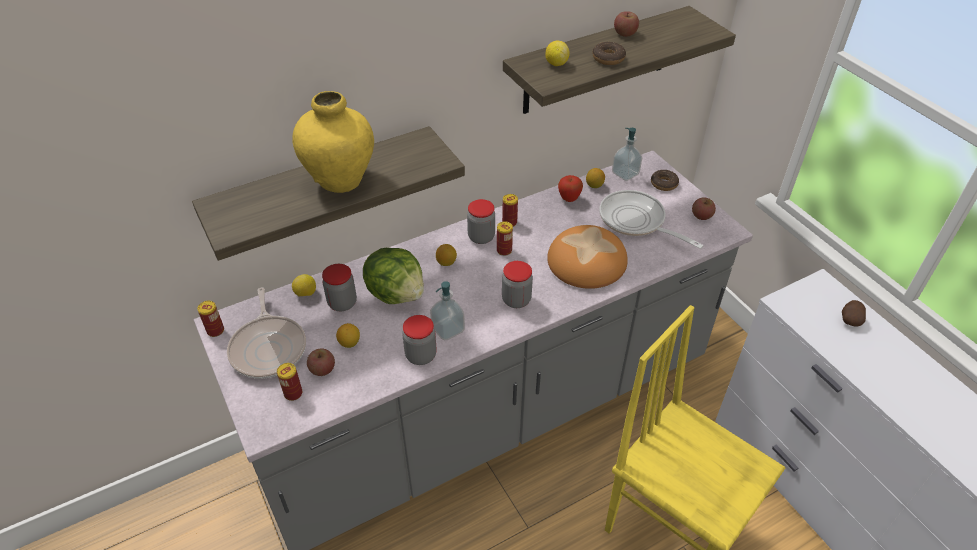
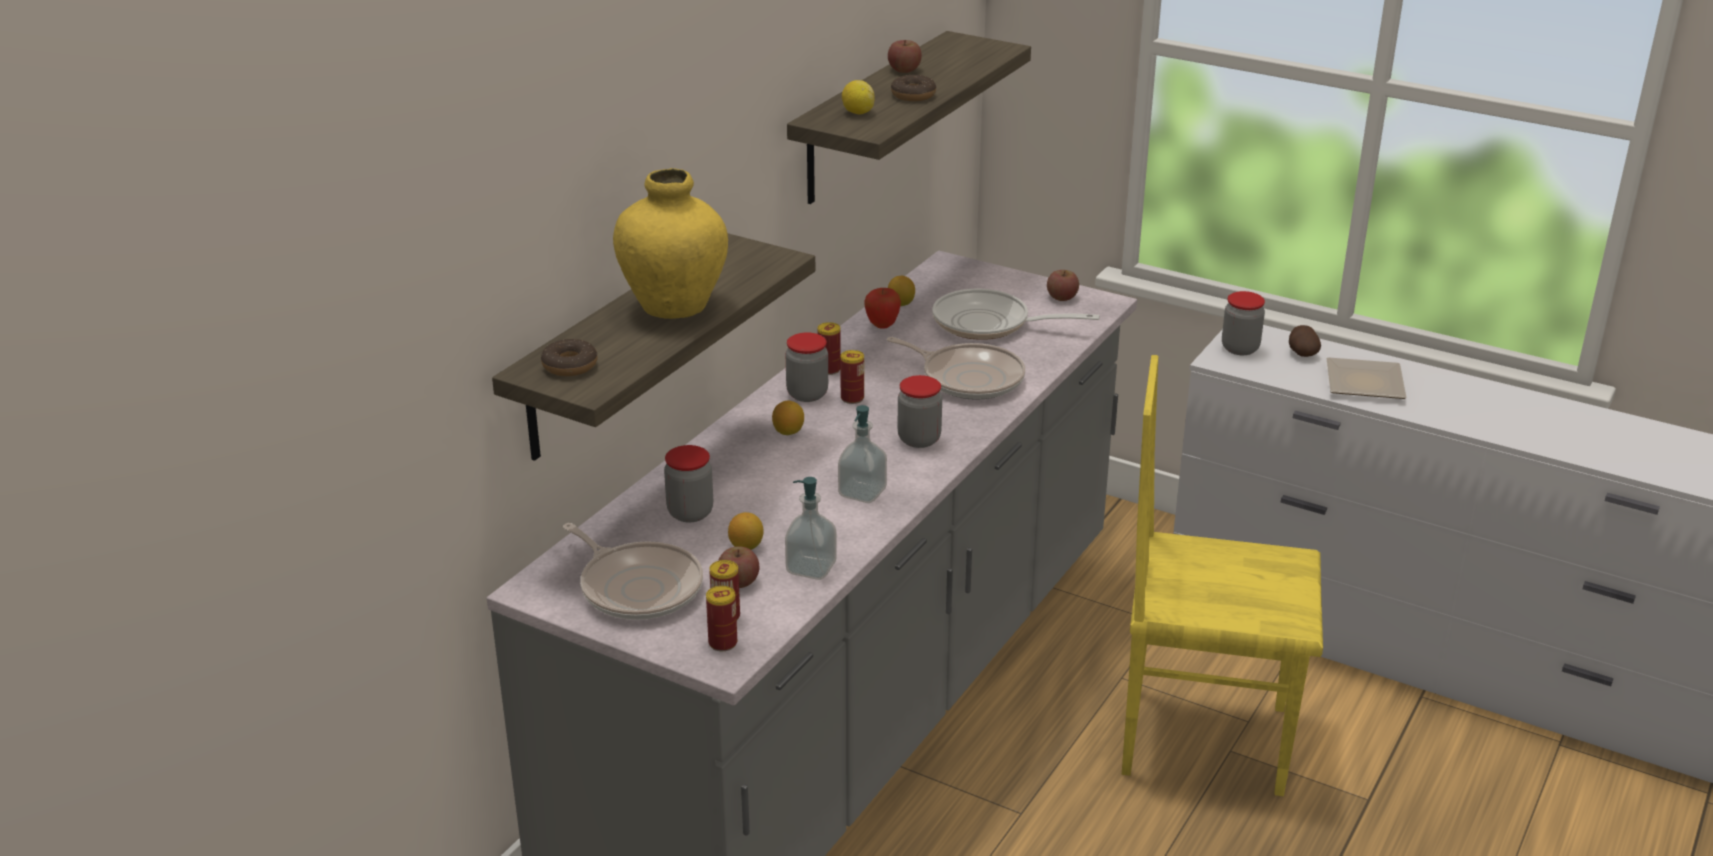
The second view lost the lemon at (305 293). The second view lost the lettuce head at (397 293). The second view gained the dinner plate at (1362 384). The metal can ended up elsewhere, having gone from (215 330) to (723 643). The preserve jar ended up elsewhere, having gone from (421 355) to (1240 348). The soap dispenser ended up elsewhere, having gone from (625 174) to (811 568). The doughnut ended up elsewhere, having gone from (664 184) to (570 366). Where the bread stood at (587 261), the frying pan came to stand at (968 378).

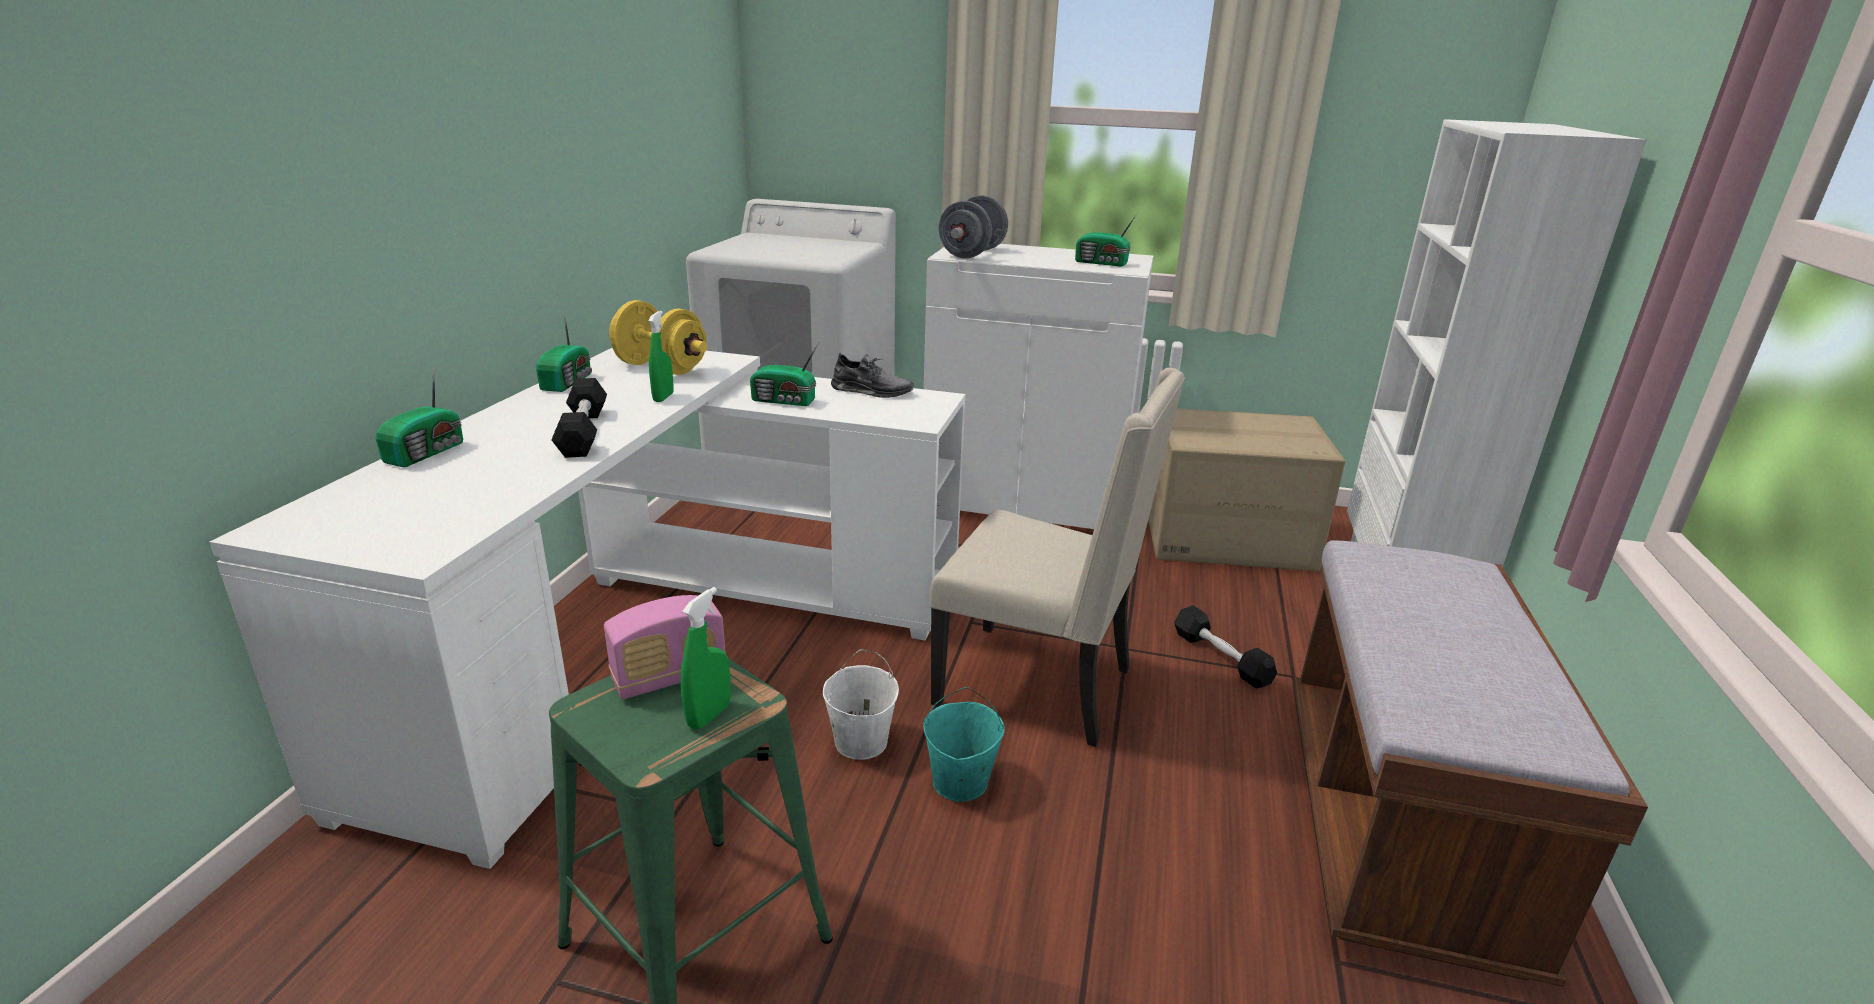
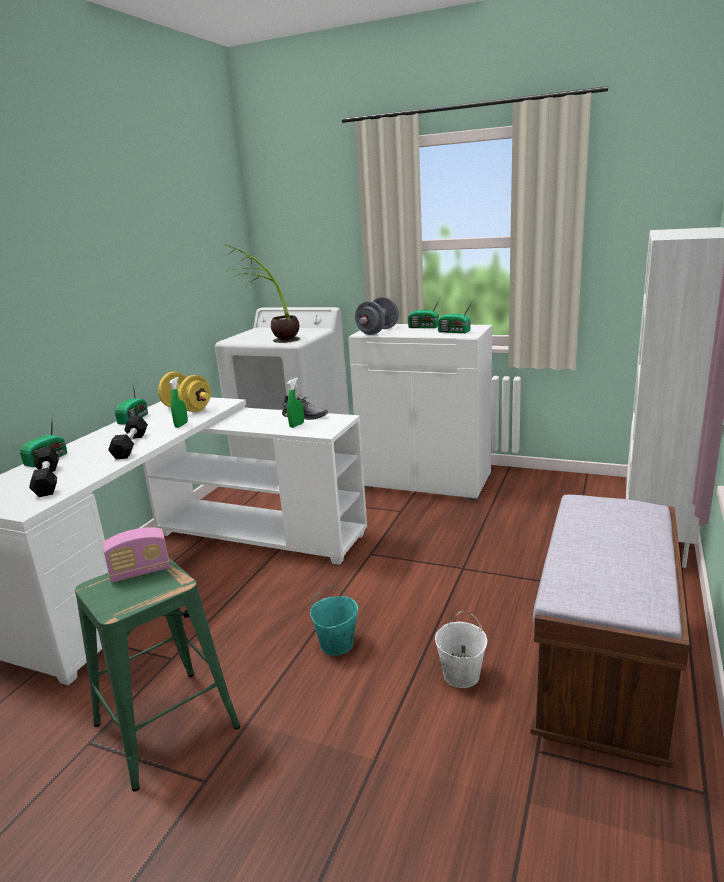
The second view lost the sand-coloured upright chair at (1039 686). The second view lost the carton at (1226 539). The second view gained the houseplant at (271 339). The green sprayer ended up elsewhere, having gone from (709 715) to (297 425). The radio ended up elsewhere, having gone from (785 401) to (424 327). The white-coloured bucket ended up elsewhere, having gone from (860 742) to (460 675). The blackish free weight ended up elsewhere, having gone from (1221 658) to (47 481).

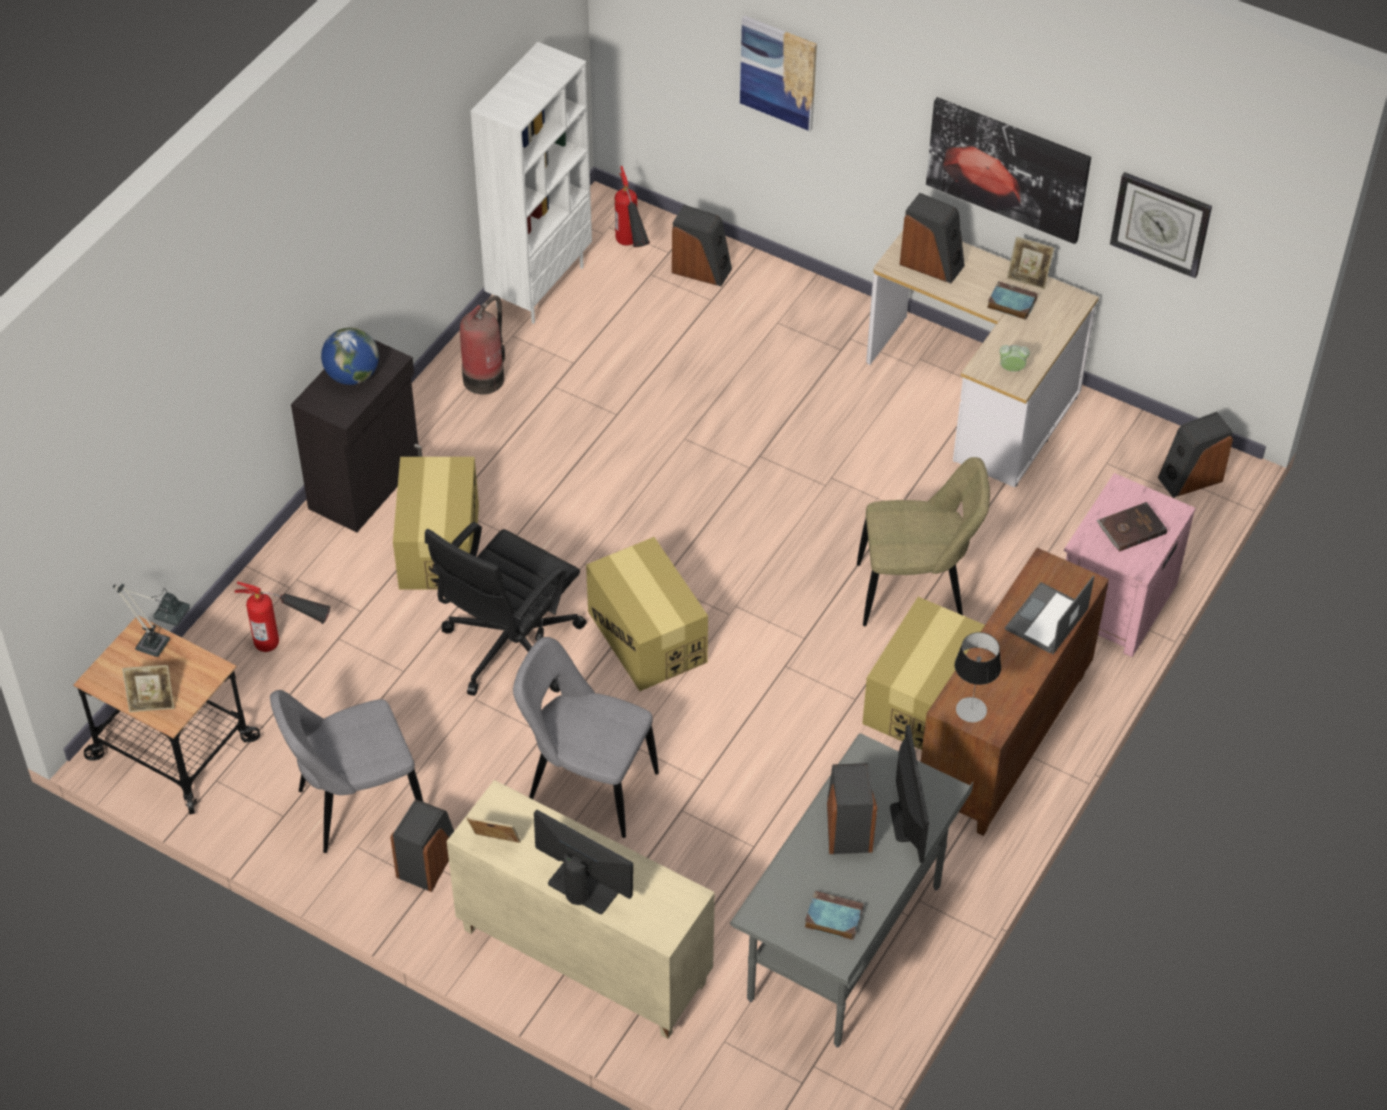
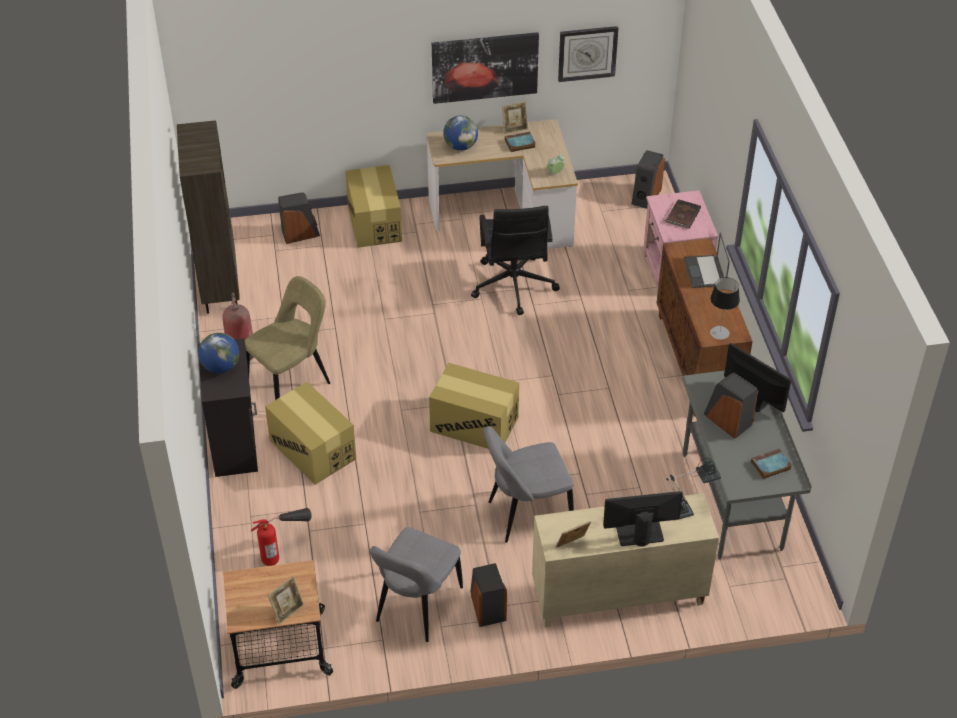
The second view lost the fire-fighting cylinder at (632 252). The second view lost the wall picture at (778 72). The tabletop lamp ended up elsewhere, having gone from (160 647) to (687 509). The blackish computer chair ended up elsewhere, having gone from (509 649) to (513 287). The sand-coloured upright chair ended up elsewhere, having gone from (916 594) to (292 383). The carton ended up elsewhere, having gone from (922 697) to (374 222). Where the audio speaker stood at (932 263), the globe came to stand at (460 146). What was the white-coloured bookcase at (539 285) turned into the brown-coloured bookcase at (219 289).

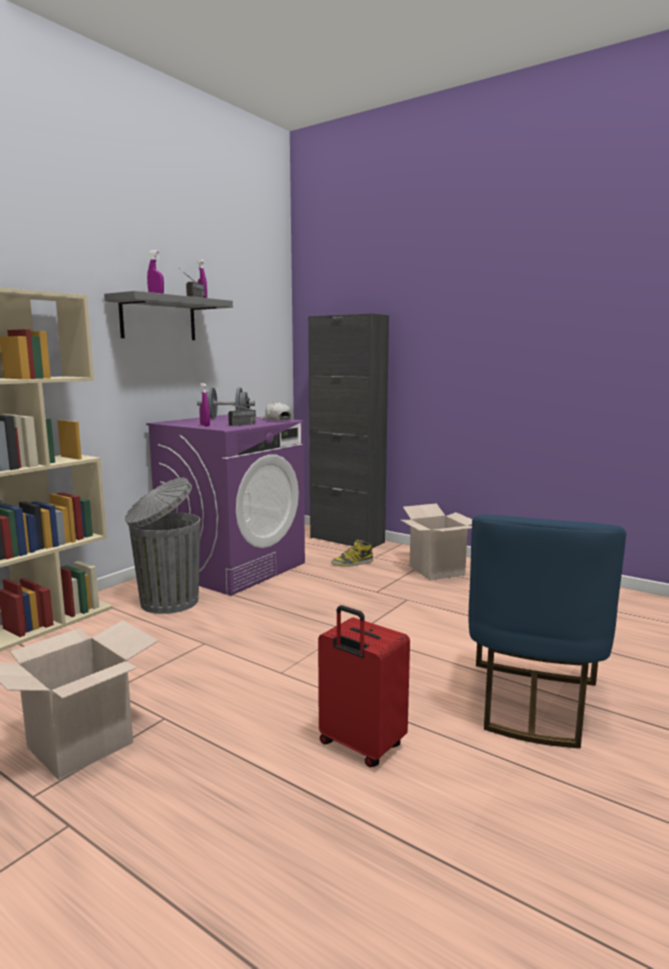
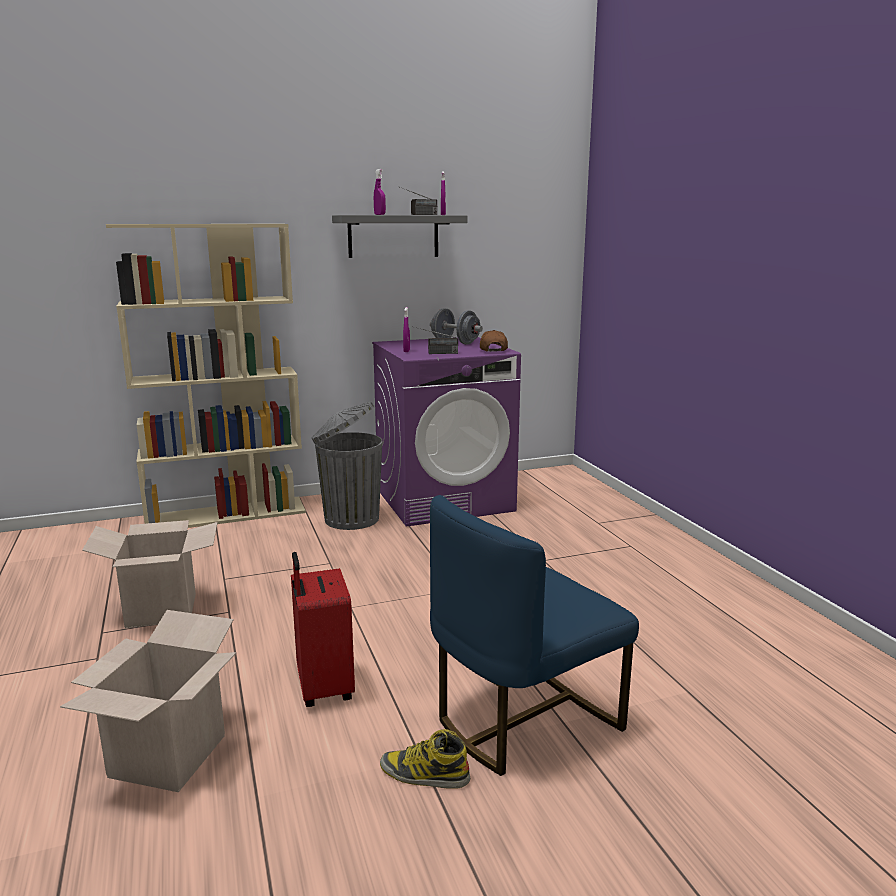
The second view lost the blackish cupboard at (347 540). The boot ended up elsewhere, having gone from (352 563) to (424 774). The carton ended up elsewhere, having gone from (436 570) to (167 756). What was the white-coloured peaked cap at (275 420) turned into the brown-coloured peaked cap at (493 350).

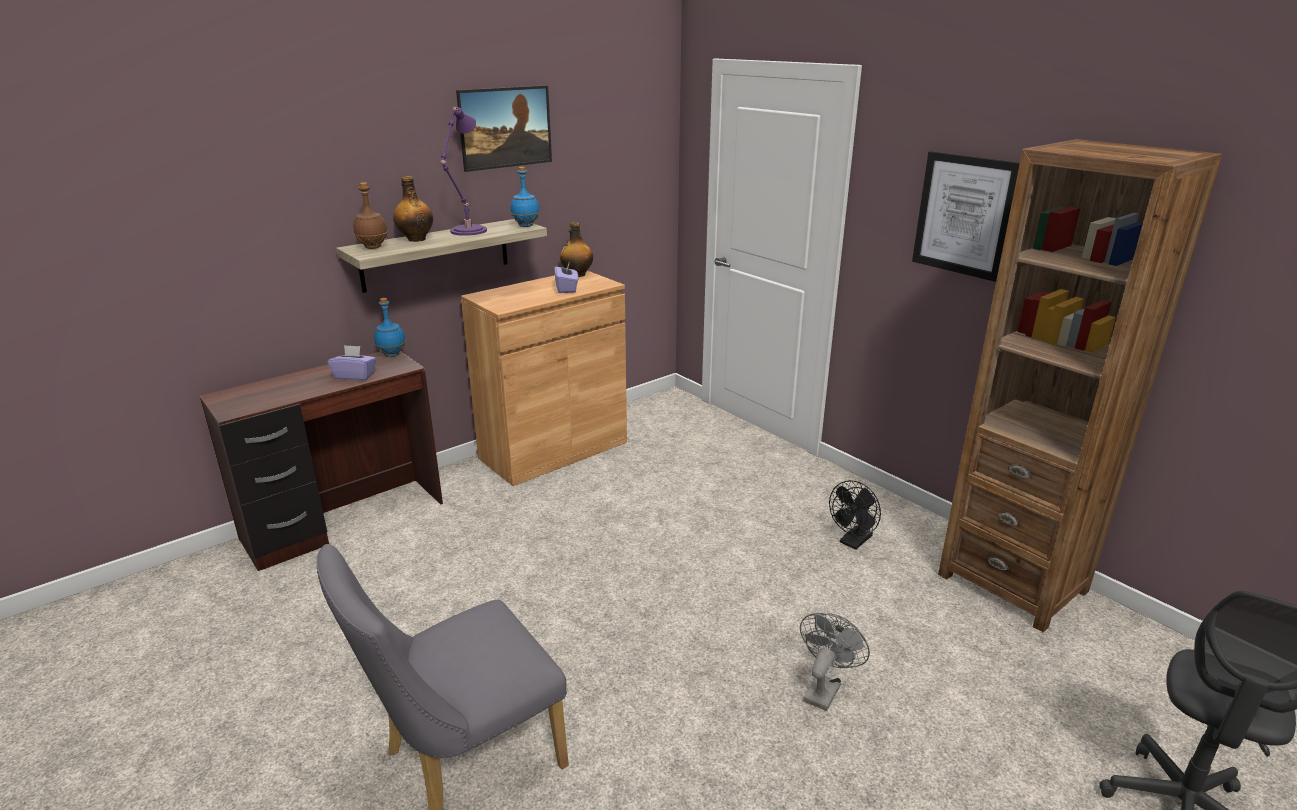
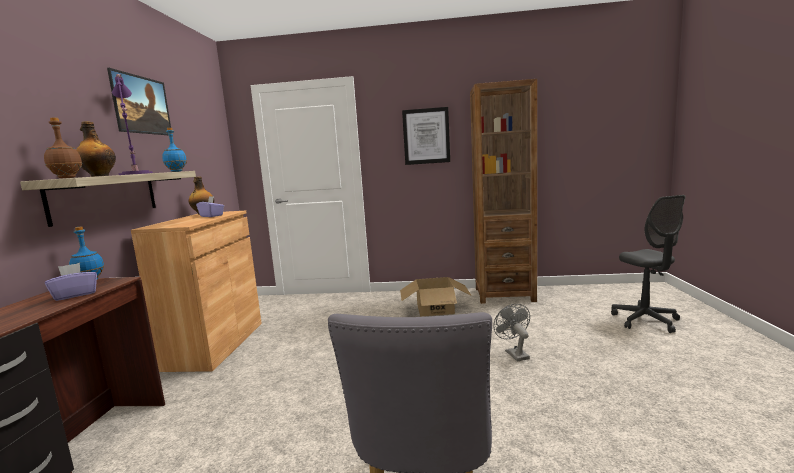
Where the blackish electric fan stood at (853 542), the carton came to stand at (435 308).

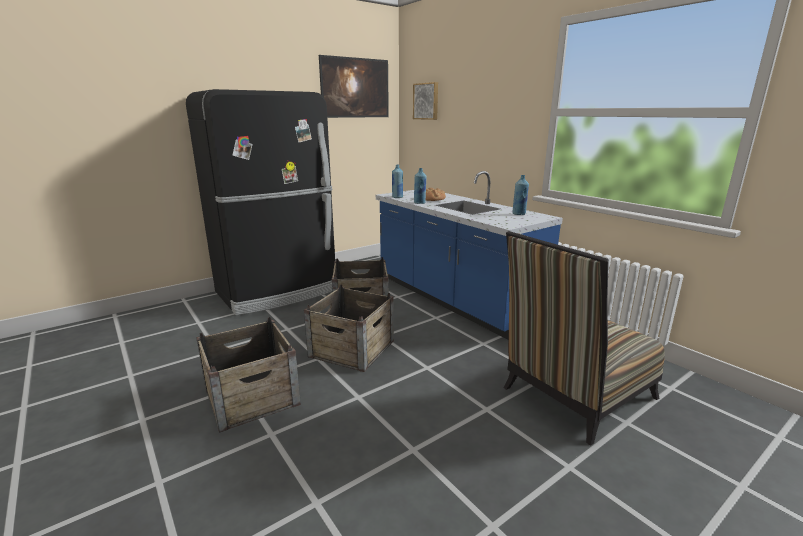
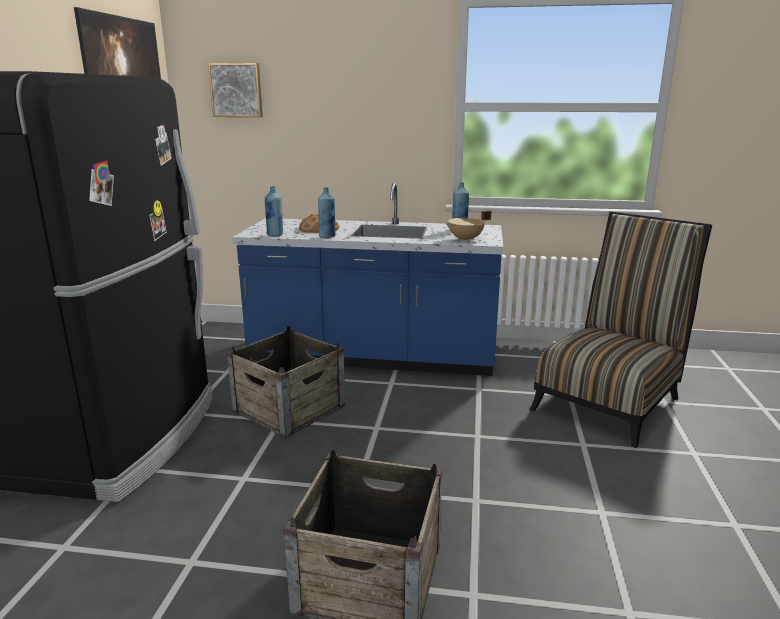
The second view lost the crate at (352 348). The second view gained the sand-coloured saucepot at (466 240). The upright chair at (573 396) ended up facing another way, 150 degrees counterclockwise from before.

